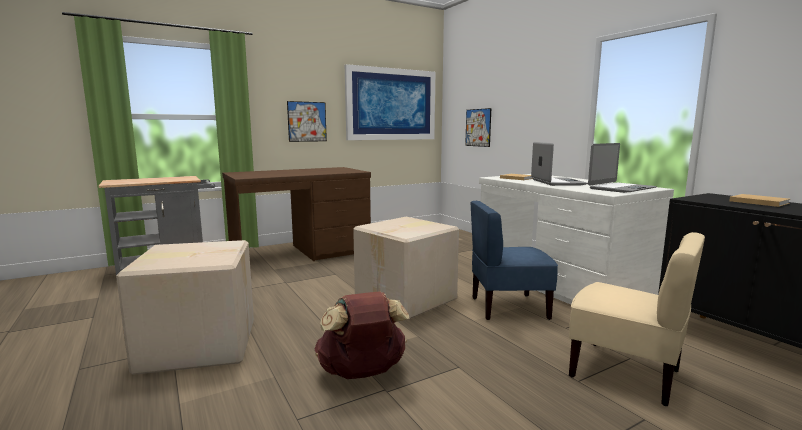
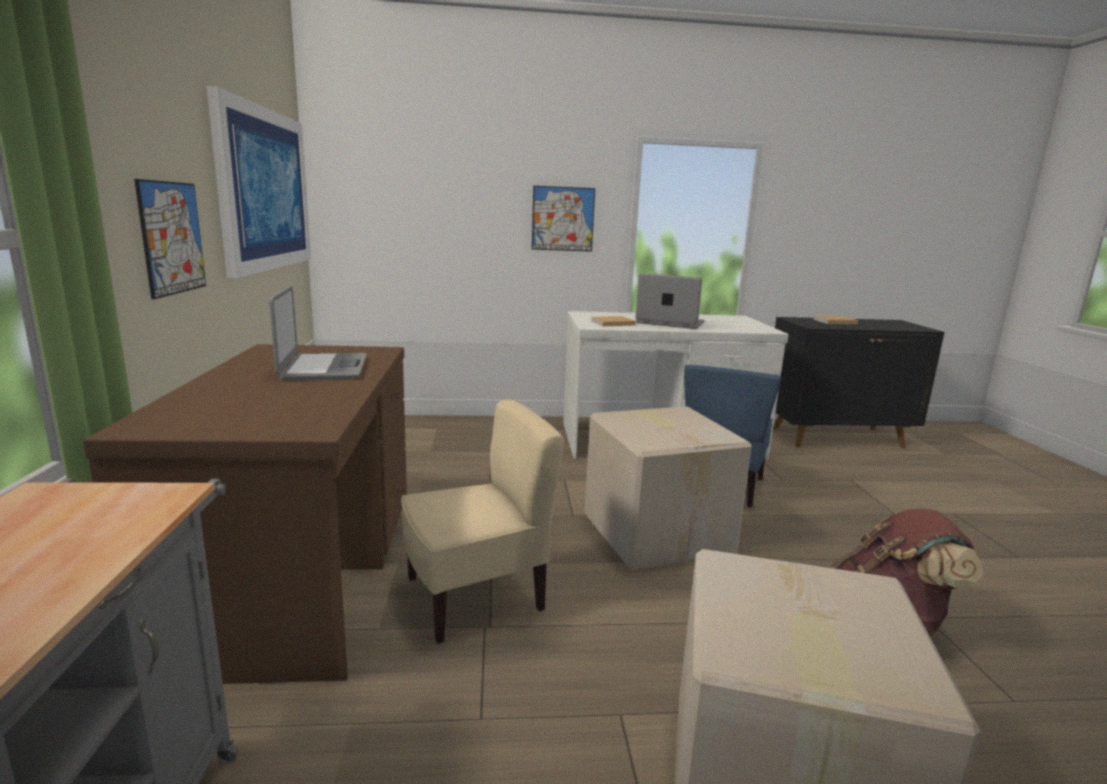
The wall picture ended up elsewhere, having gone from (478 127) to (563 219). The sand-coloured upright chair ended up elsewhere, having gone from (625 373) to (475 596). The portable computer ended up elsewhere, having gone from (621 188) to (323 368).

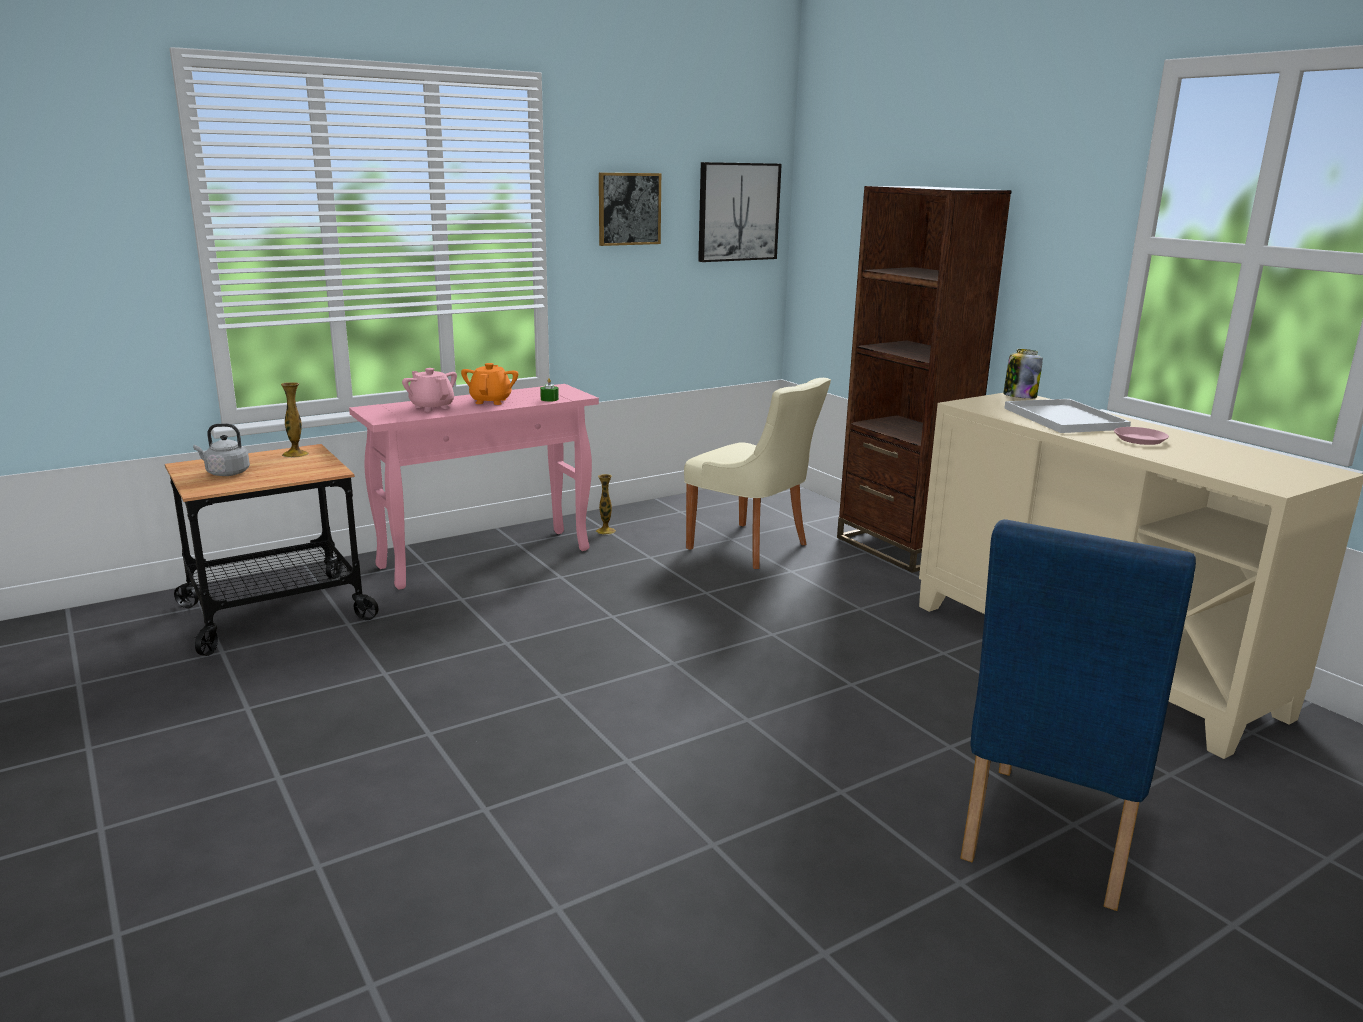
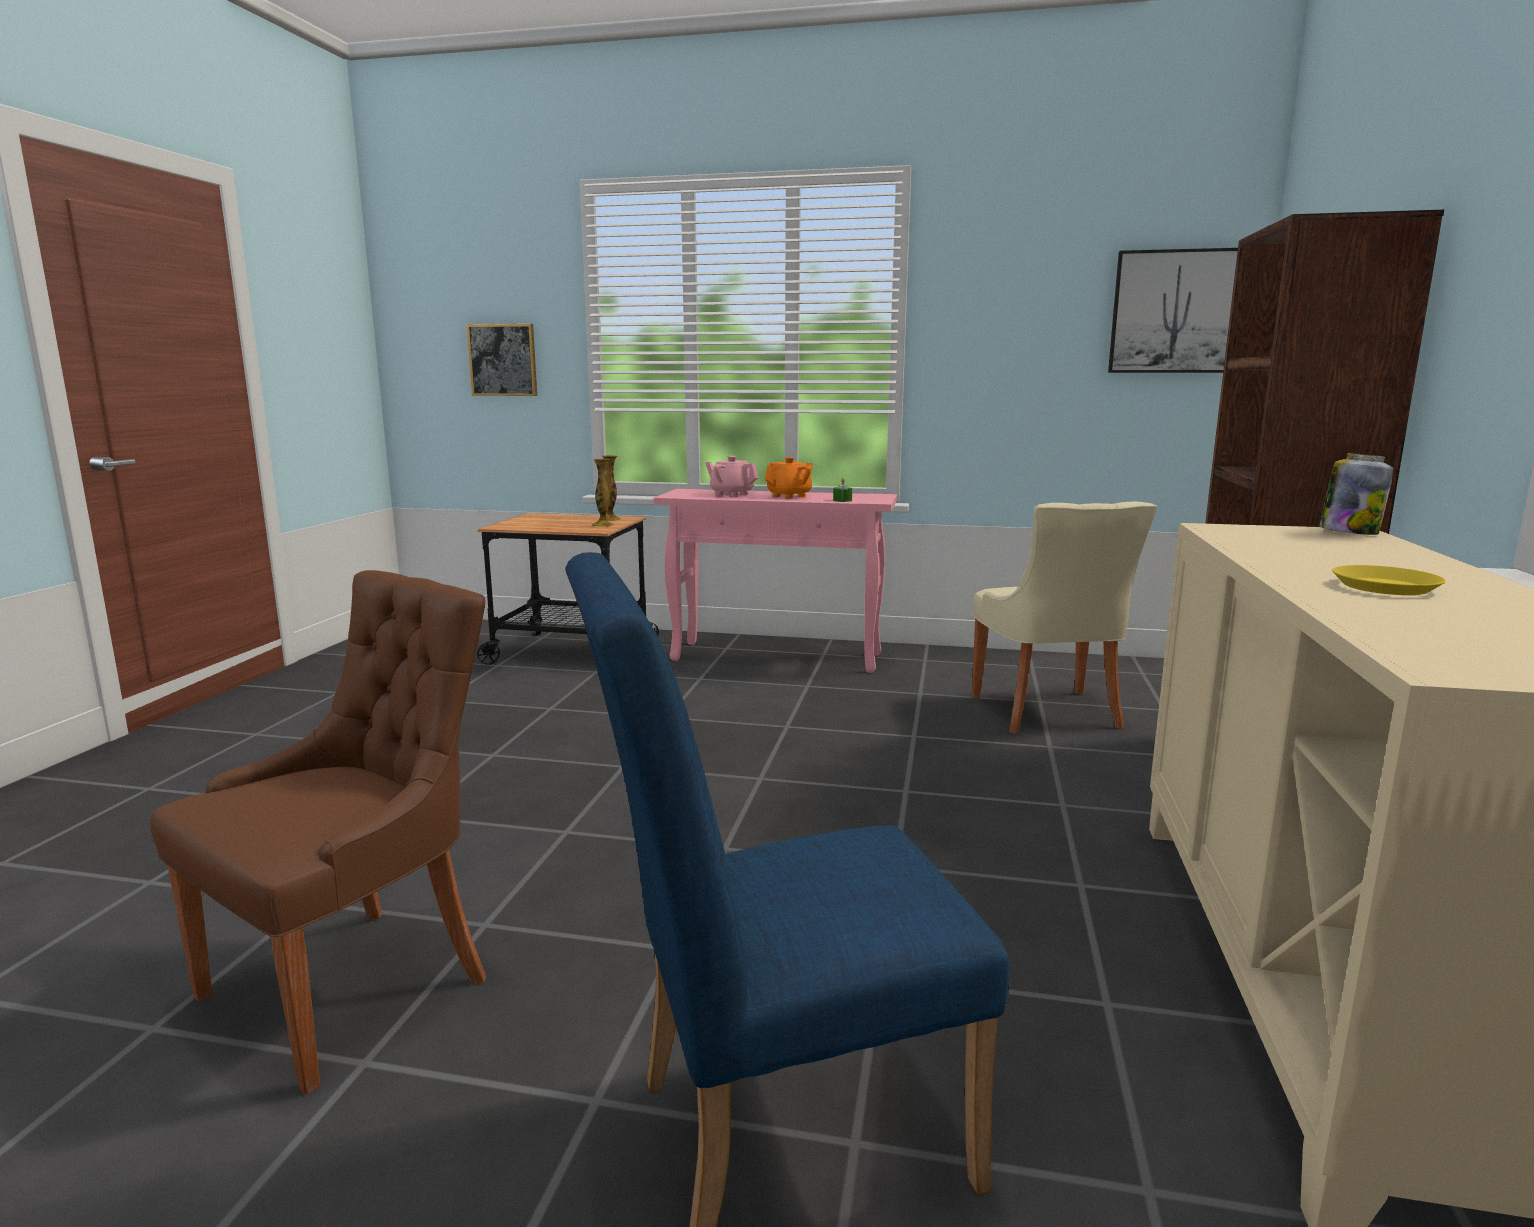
The second view lost the grey kettle at (225 473). The second view lost the white-coloured tray at (1062 418). The second view gained the brown-coloured upright chair at (356 983). The vase ended up elsewhere, having gone from (605 531) to (603 525). The wall picture ended up elsewhere, having gone from (629 209) to (503 360). What was the pinkish dinner plate at (1140 440) turned into the yellow dinner plate at (1385 587). The pinkish tea pot at (432 407) ended up facing another way, 60 degrees counterclockwise from before.

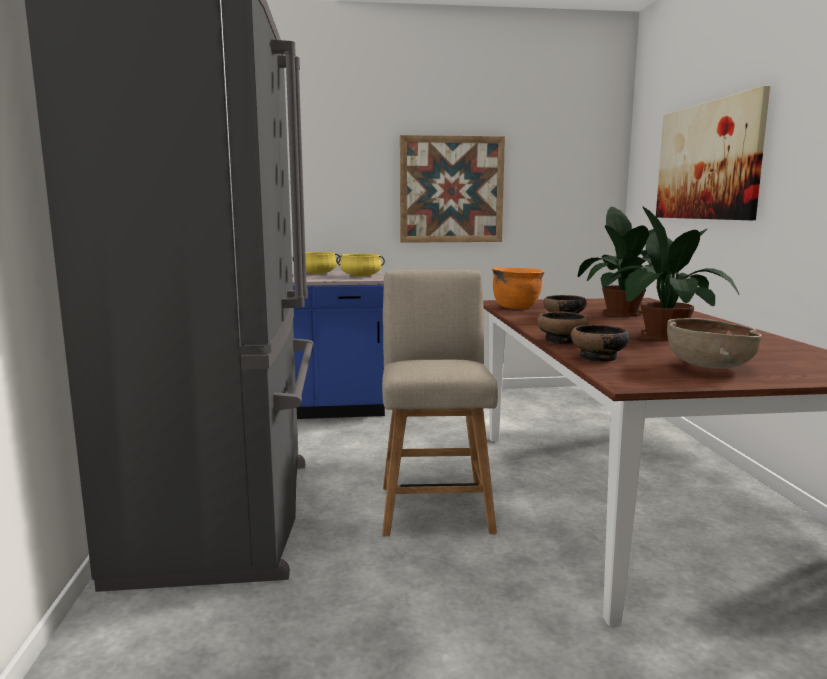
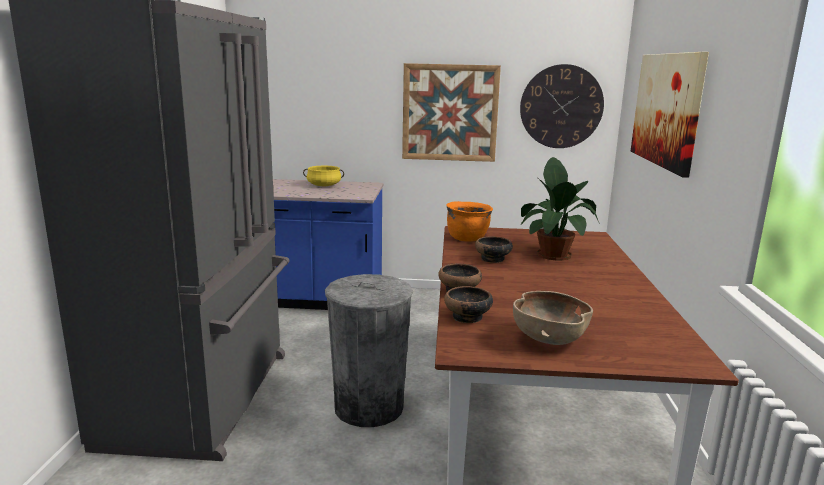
The second view lost the yellow saucepot at (360 276). The second view lost the houseplant at (659 335). The second view gained the wall clock at (561 106). Where the sand-coloured upright chair stood at (435 505), the grey waste bin came to stand at (369 407).

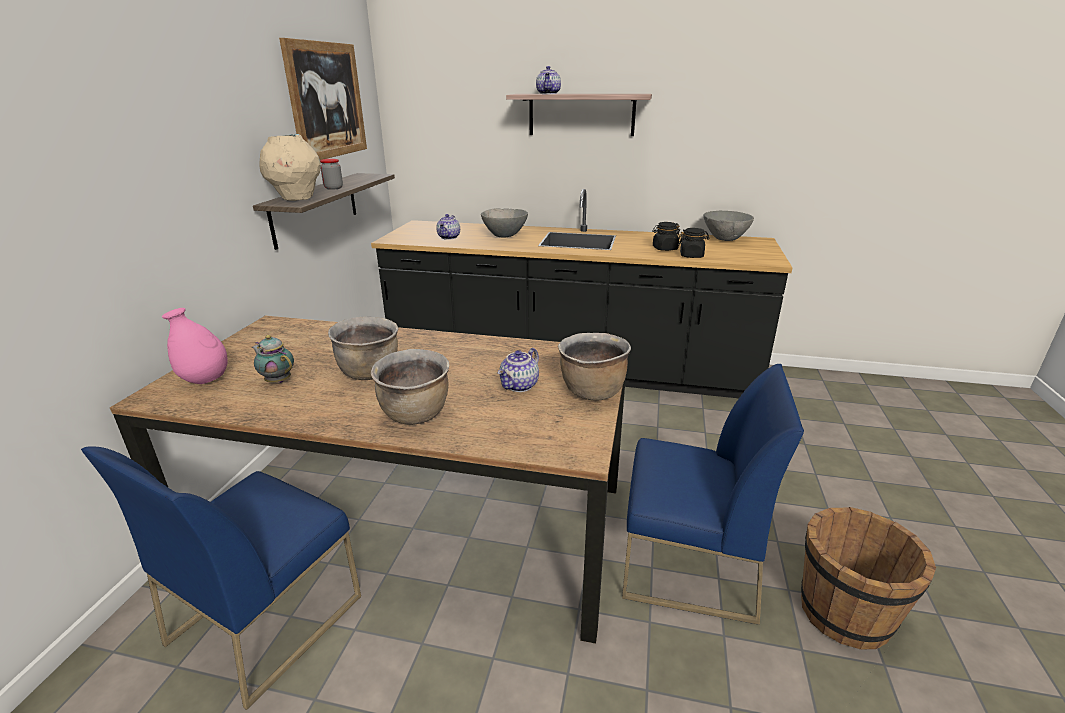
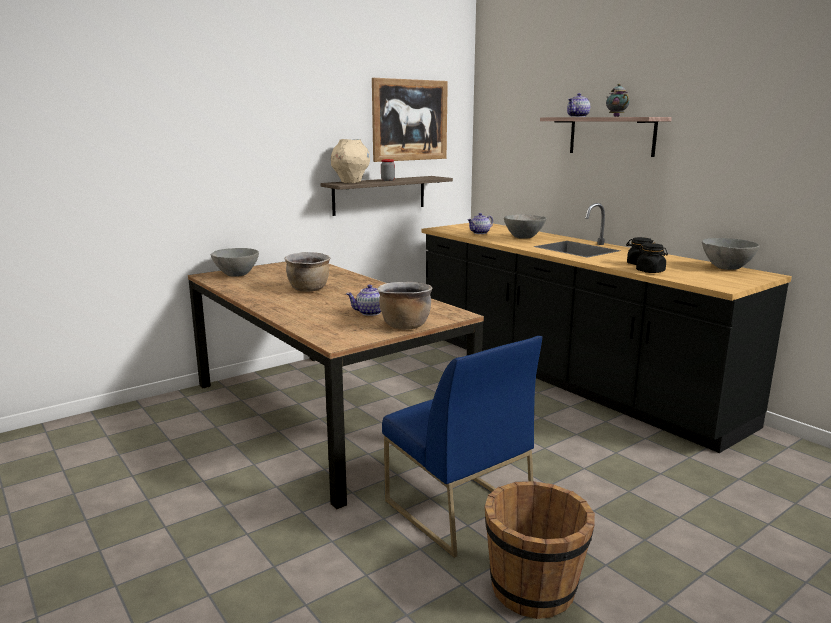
The second view lost the bluish upright chair at (266 617). The second view lost the brown-coloured saucepot at (416 414). The tea pot ended up elsewhere, having gone from (278 380) to (615 116). Where the pinkish vase stood at (205 380), the grey deep dish came to stand at (236 275).

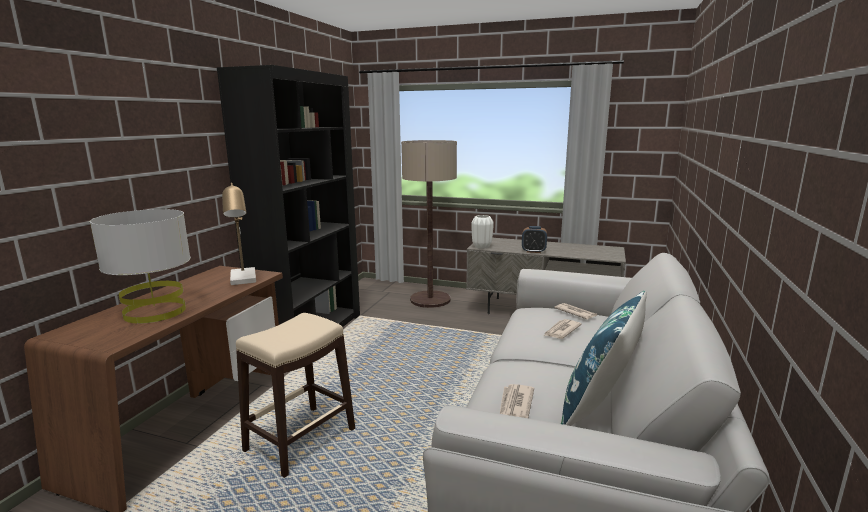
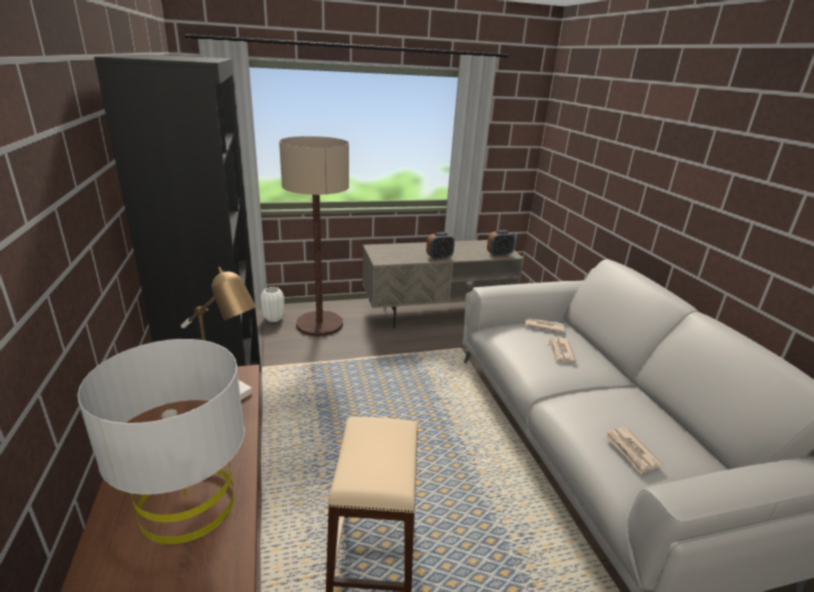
The second view lost the bluish pillow at (600 407). The second view gained the table clock at (499 255). The white-coloured vase ended up elsewhere, having gone from (482 247) to (273 318).

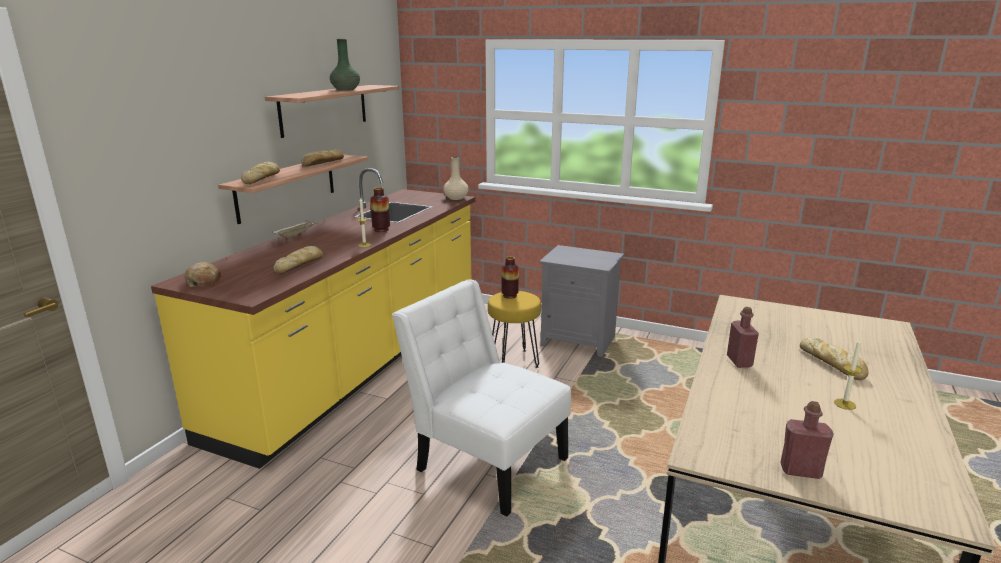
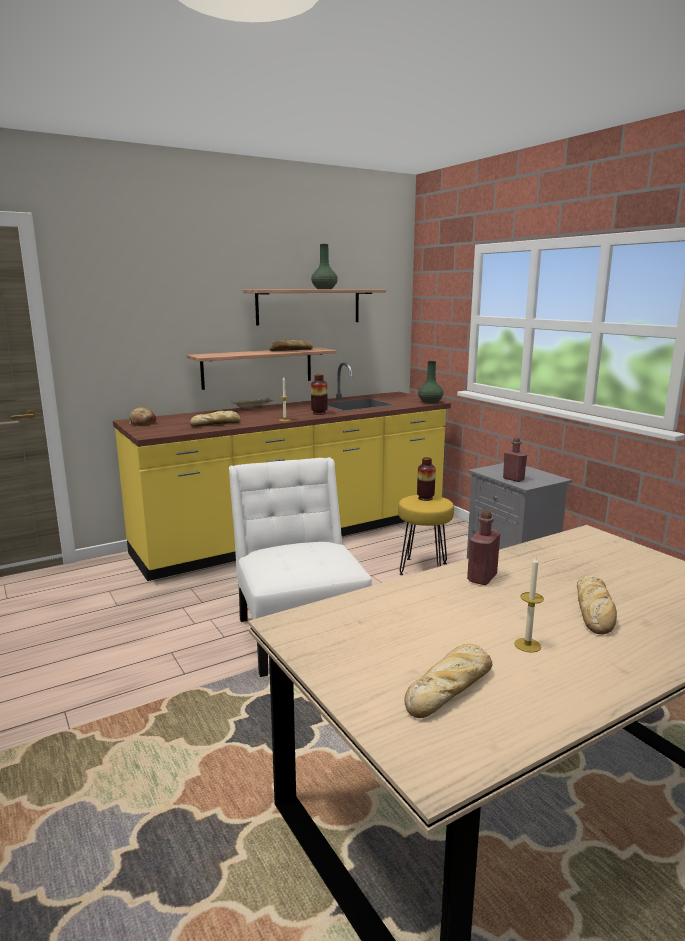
The bread ended up elsewhere, having gone from (262 178) to (450 687). The red-coloured beverage bottle ended up elsewhere, having gone from (800 471) to (513 479). What was the sand-coloured vase at (455 198) turned into the green vase at (429 402).

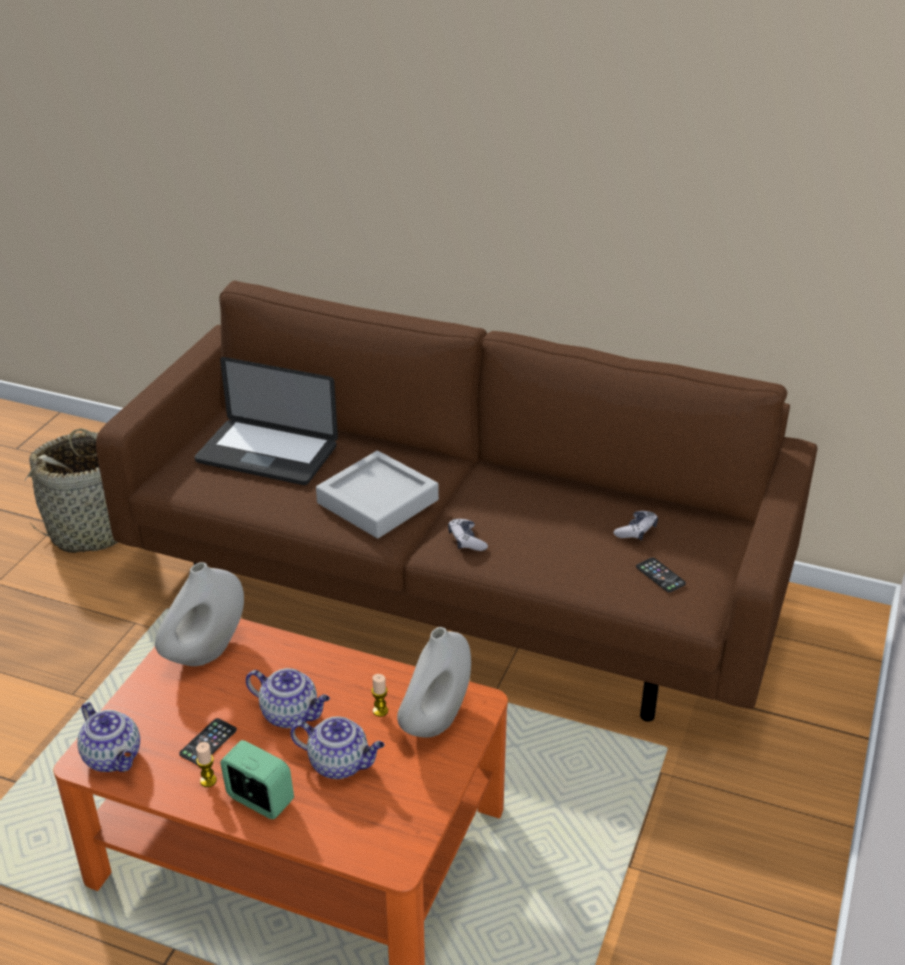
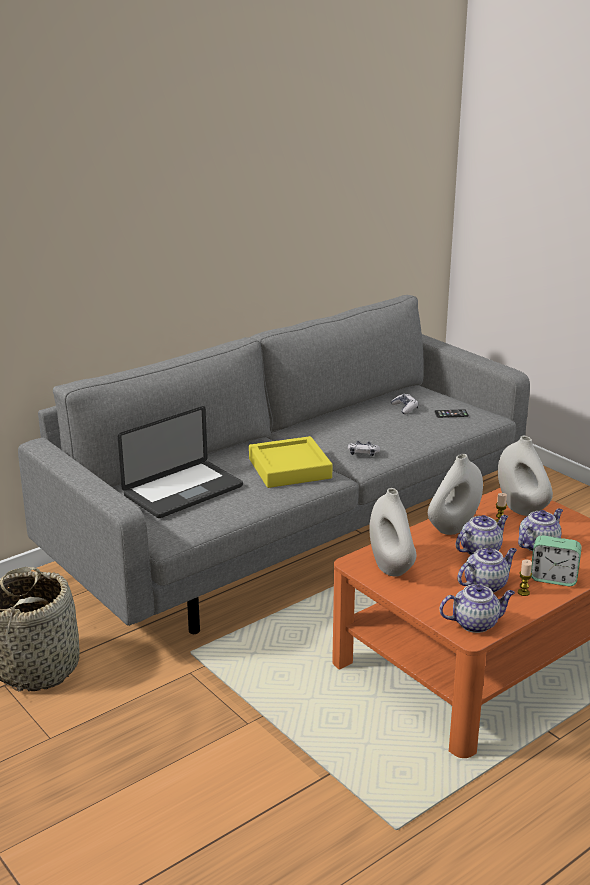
The second view gained the white-coloured vase at (453 528). Where the handset stood at (208 742), the tea pot came to stand at (486 585). What was the brown-coloured couch at (452 590) turned into the grey couch at (294 533). What was the grey tray at (378 501) turned into the yellow tray at (289 468). The table clock at (259 800) ended up facing another way, 135 degrees counterclockwise from before.

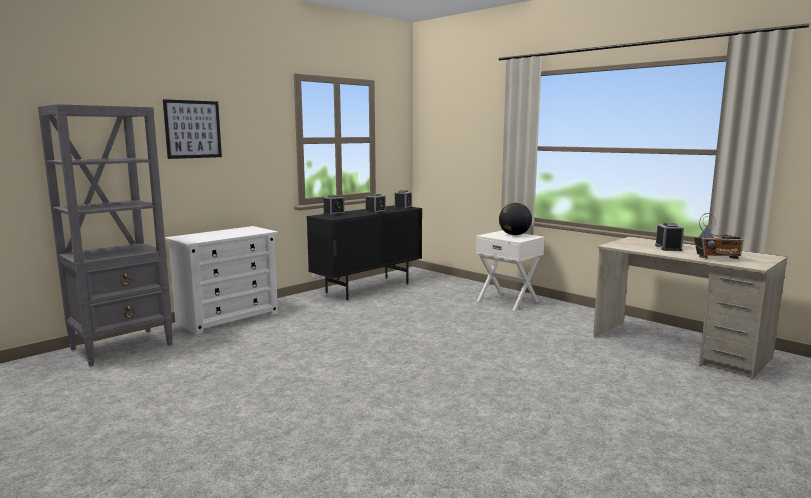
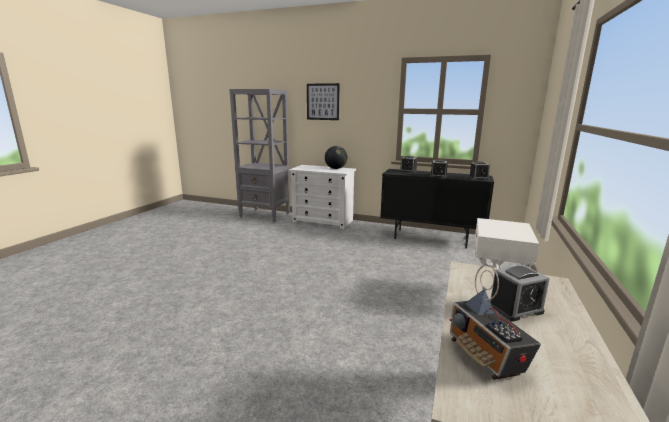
The globe ended up elsewhere, having gone from (514 235) to (335 168).

